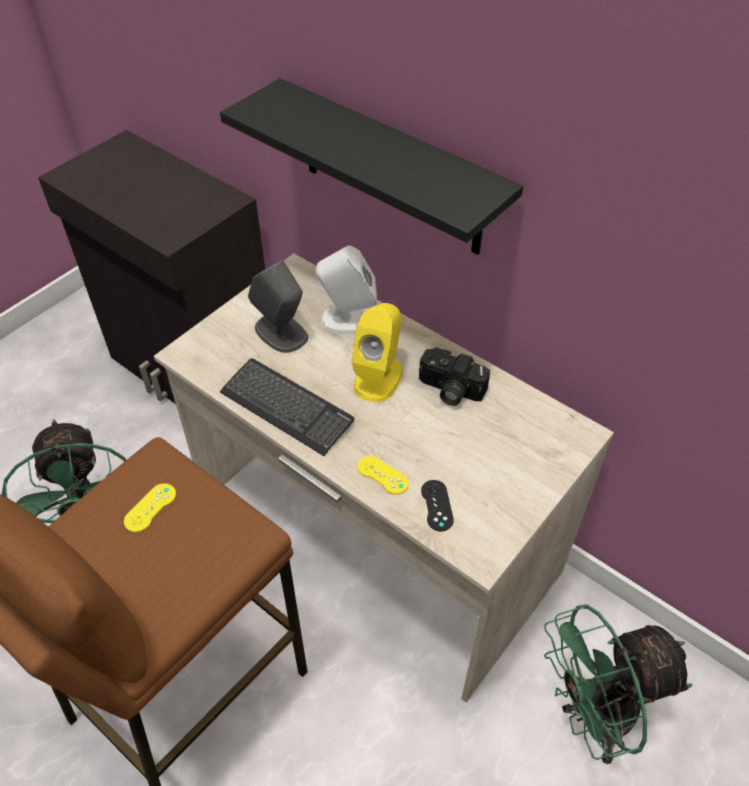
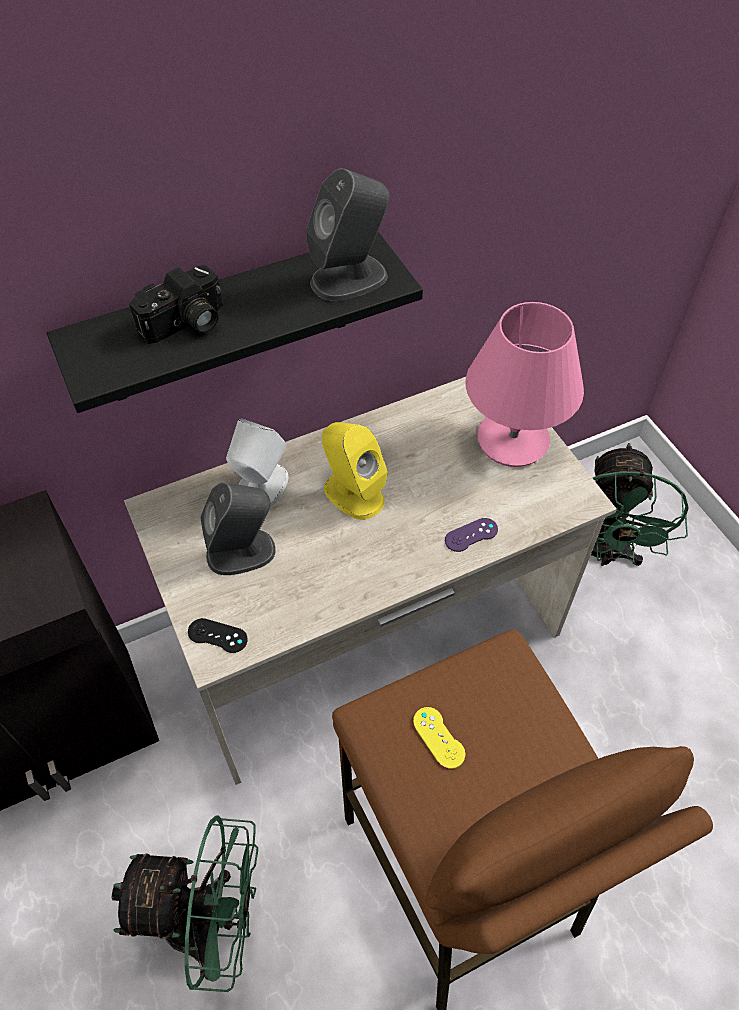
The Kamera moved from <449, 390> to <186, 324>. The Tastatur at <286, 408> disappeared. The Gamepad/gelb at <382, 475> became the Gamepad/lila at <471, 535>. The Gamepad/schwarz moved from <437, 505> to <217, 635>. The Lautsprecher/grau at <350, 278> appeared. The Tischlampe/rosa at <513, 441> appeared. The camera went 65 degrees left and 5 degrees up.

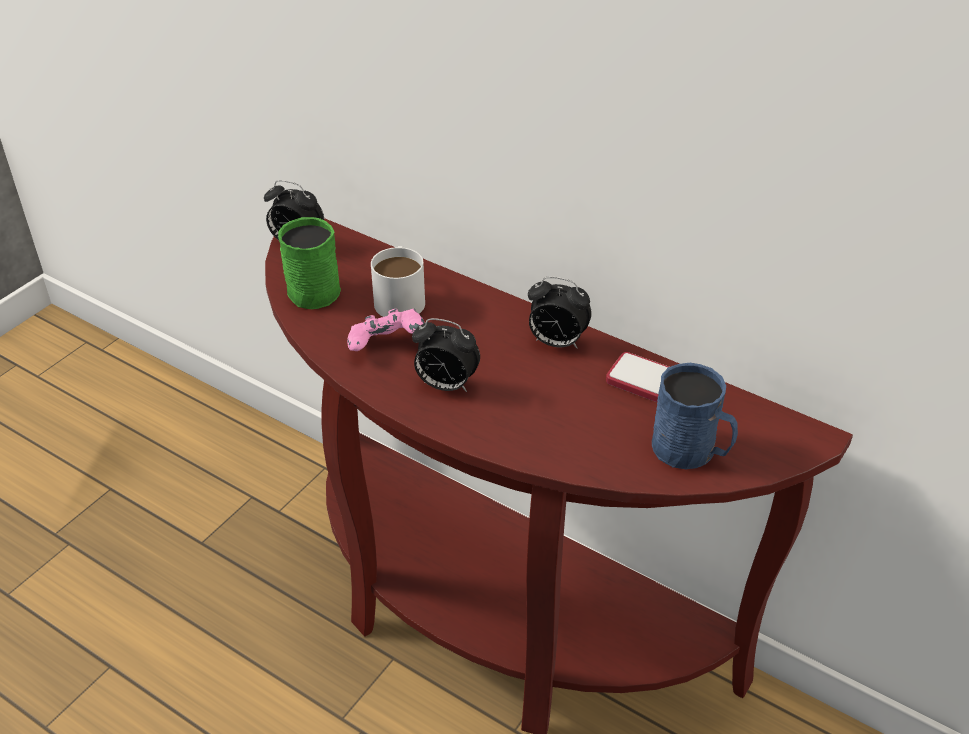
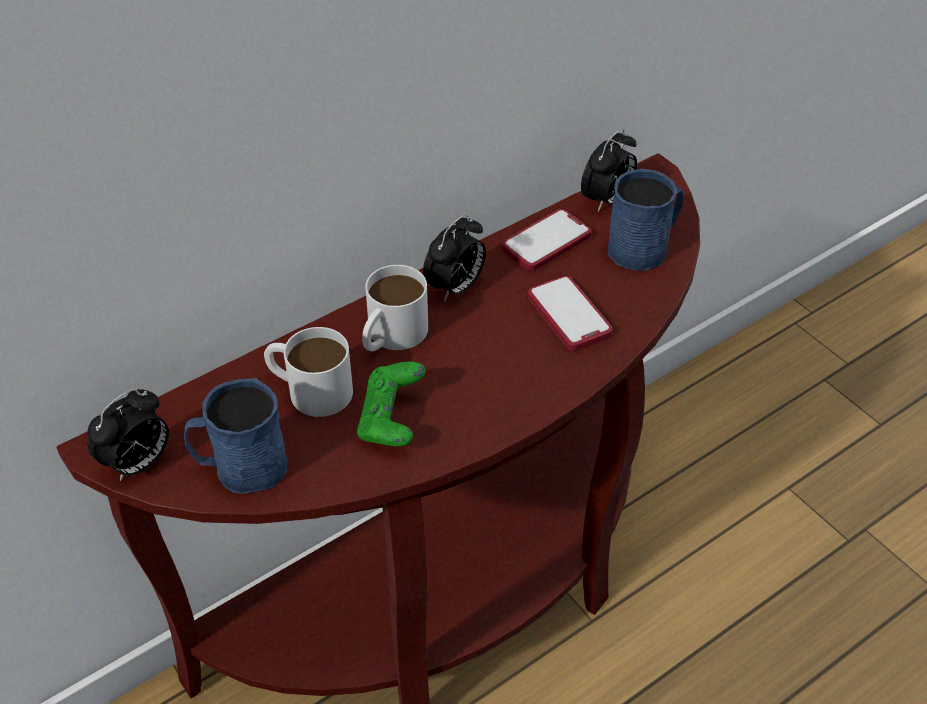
The Henkelbecher/grün at <310, 287> became the Henkelbecher/blau at <241, 468>. The Gamepad/rosa at <387, 346> became the Gamepad/grün at <392, 421>. The Wecker moved from <445, 385> to <606, 200>. The Henkelbecher/weiß at <391, 336> appeared. The Handy at <569, 315> appeared. The camera went 70 degrees left and 5 degrees up.

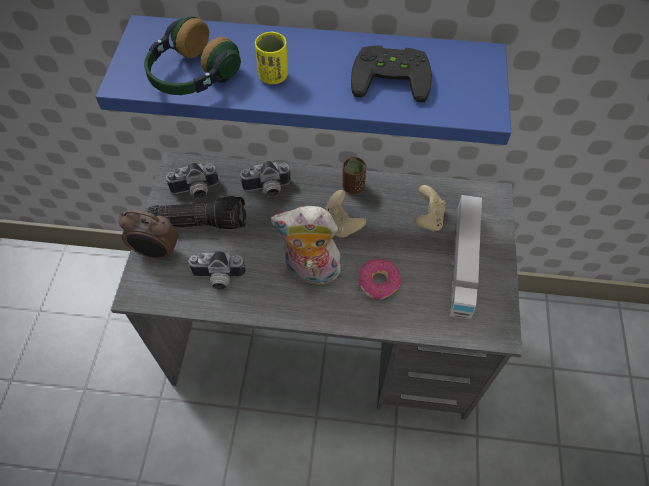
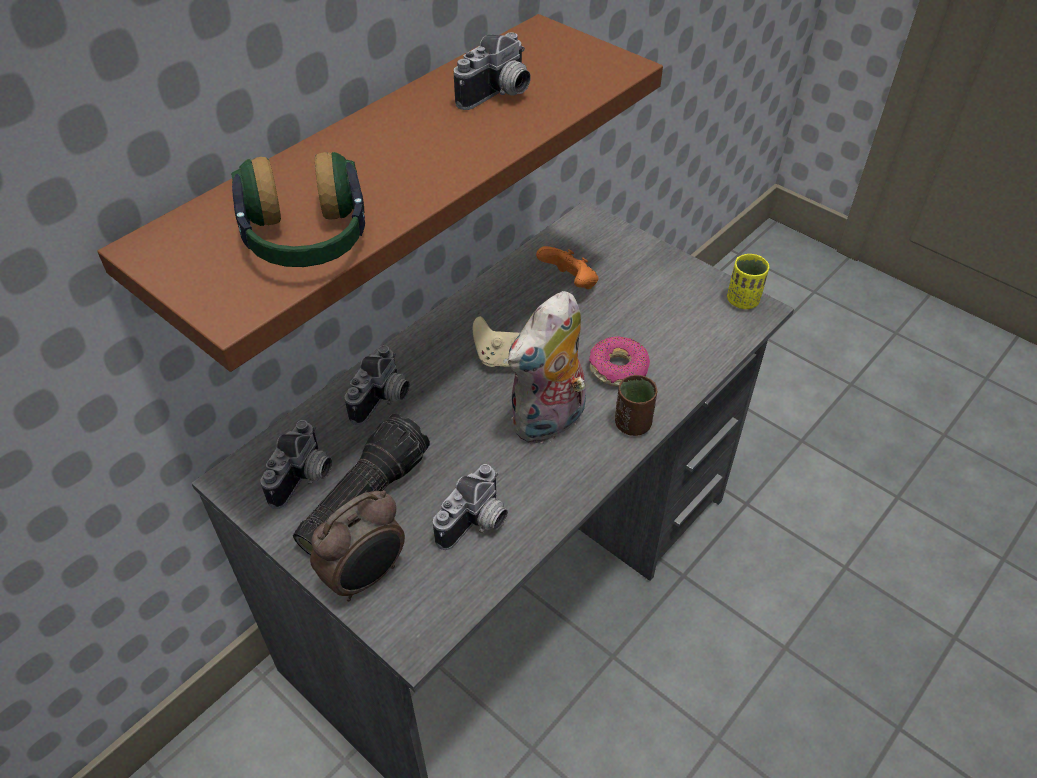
The Wandregal/blau at <315, 66> became the Wandregal/braun at <361, 175>. The Tasse/gelb moved from <273, 76> to <743, 300>. The Gamepad/schwarz at <391, 75> was replaced by the Kamera at <499, 95>. The Tasse/braun moved from <353, 186> to <632, 424>. The Gamepad/beige at <428, 219> became the Gamepad/orange at <569, 283>. The Spielzeuglaster at <462, 263> disappeared. The camera went 55 degrees left and 10 degrees down.

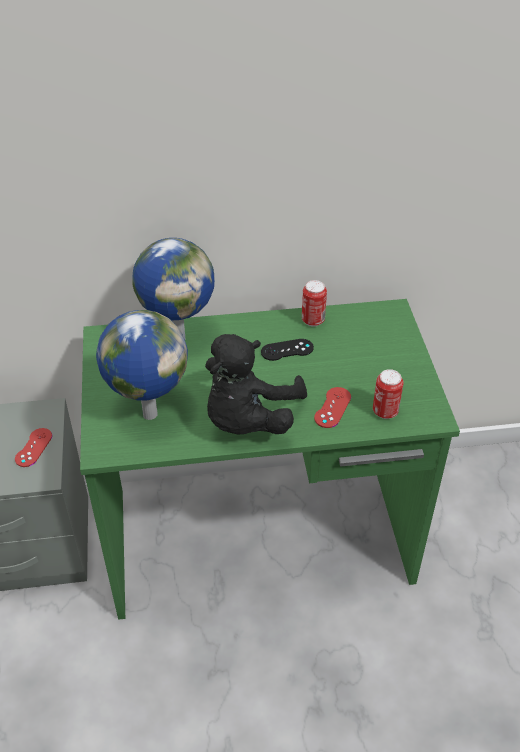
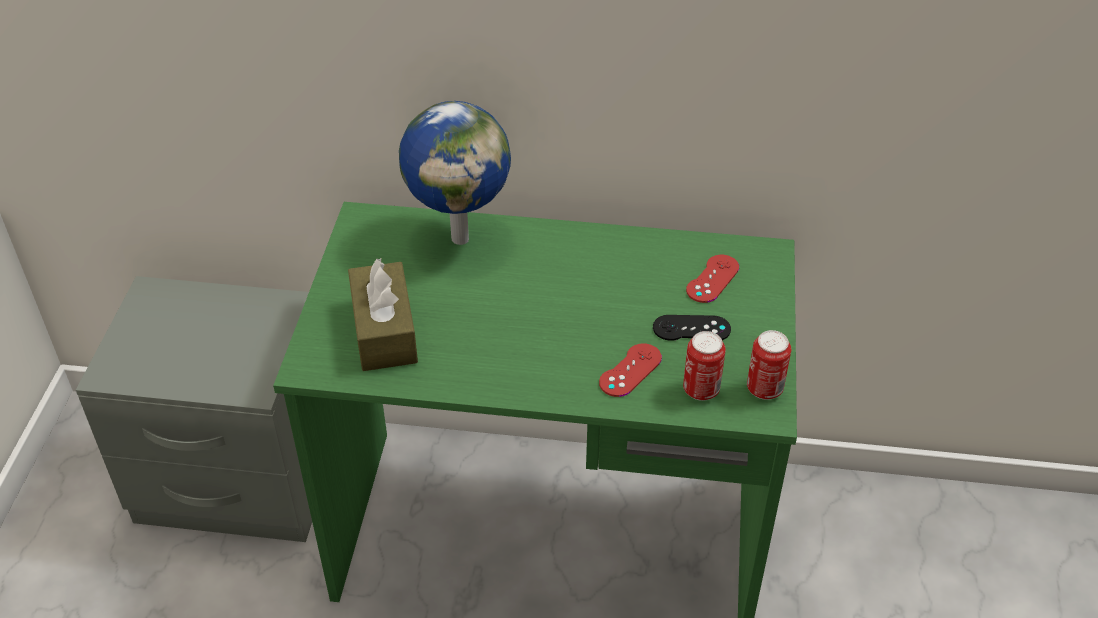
The Dose moved from <313, 320> to <764, 389>. The Globus at <148, 414> was replaced by the Taschentuchbox/braun at <384, 331>. The Plüschtier/schwarz at <248, 419> disappeared. The Gamepad/schwarz moved from <287, 350> to <691, 328>. The Gamepad/rot moved from <33, 447> to <712, 279>. The camera went 15 degrees right and 0 degrees up.

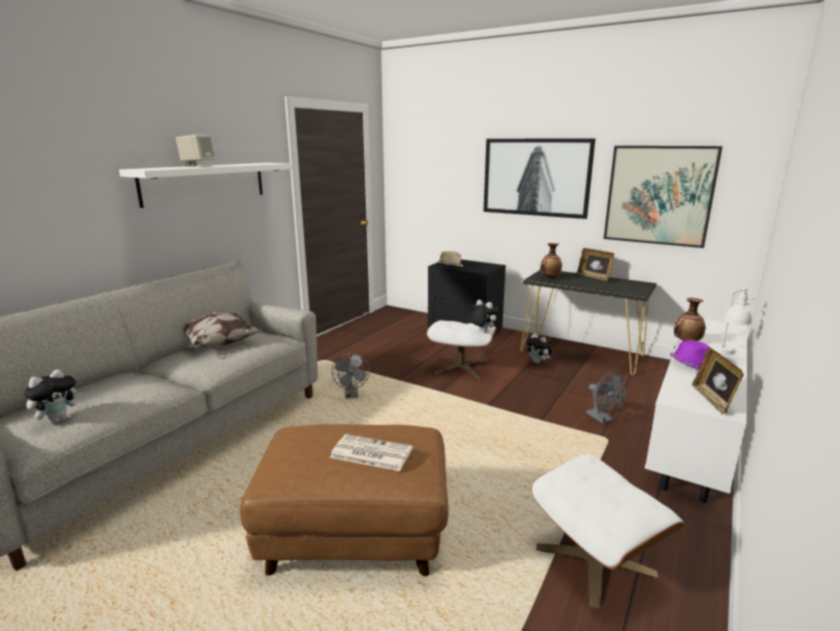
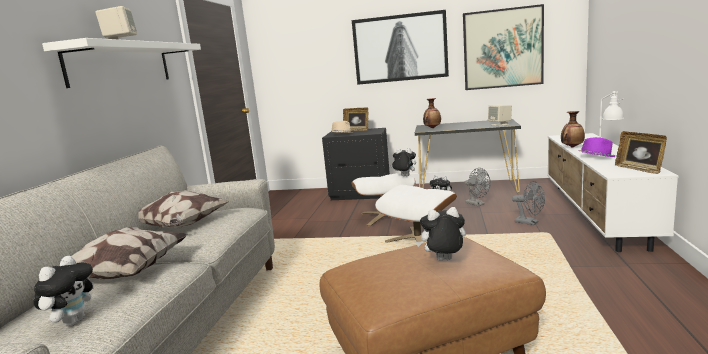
The Bilderrahmen moved from <594, 277> to <356, 130>. The Ventilator/grau moved from <352, 395> to <477, 204>. The Zeitung at <370, 453> was replaced by the Plüschtier at <443, 261>. The Polsterhocker/weiß moved from <595, 561> to <418, 238>. The Lautsprecher/beige at <500, 124> appeared. The Kissen at <123, 274> appeared. The camera went 20 degrees left and 5 degrees down.

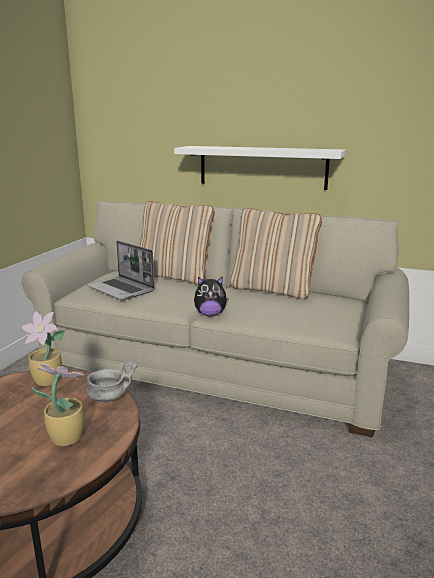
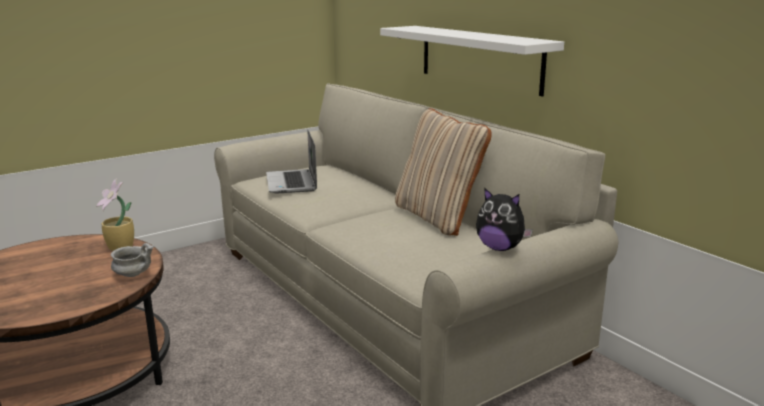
The Kissen/beige at <174, 276> disappeared. The Plüschtier moved from <210, 314> to <500, 248>. The Topfpflanze at <65, 437> disappeared. The camera went 35 degrees right and 0 degrees up.

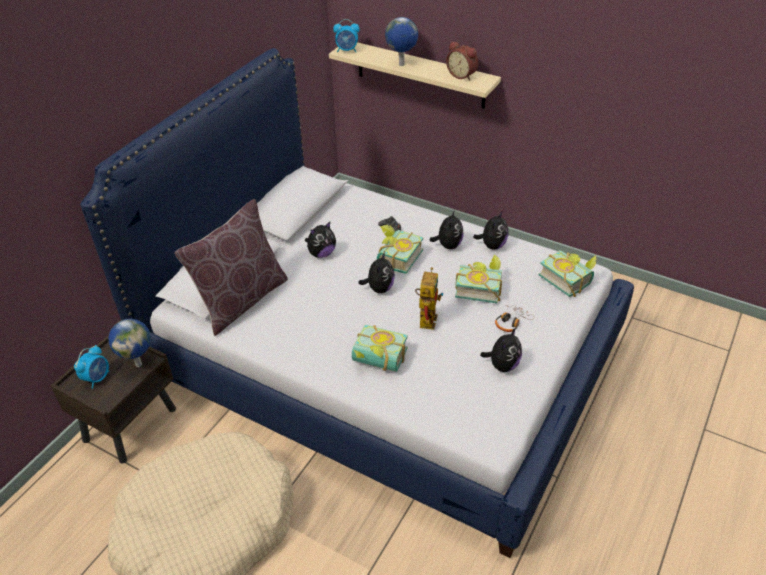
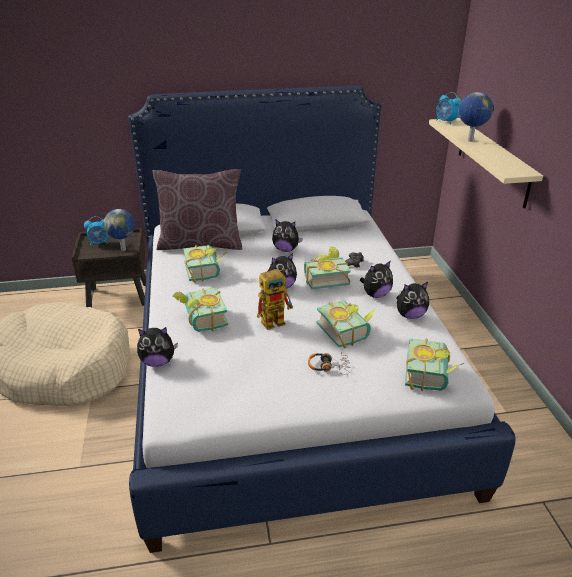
The Wecker at <462, 75> disappeared. The Plüschtier moved from <502, 365> to <158, 362>. The Buch at <206, 271> appeared. The camera went 50 degrees right and 10 degrees down.

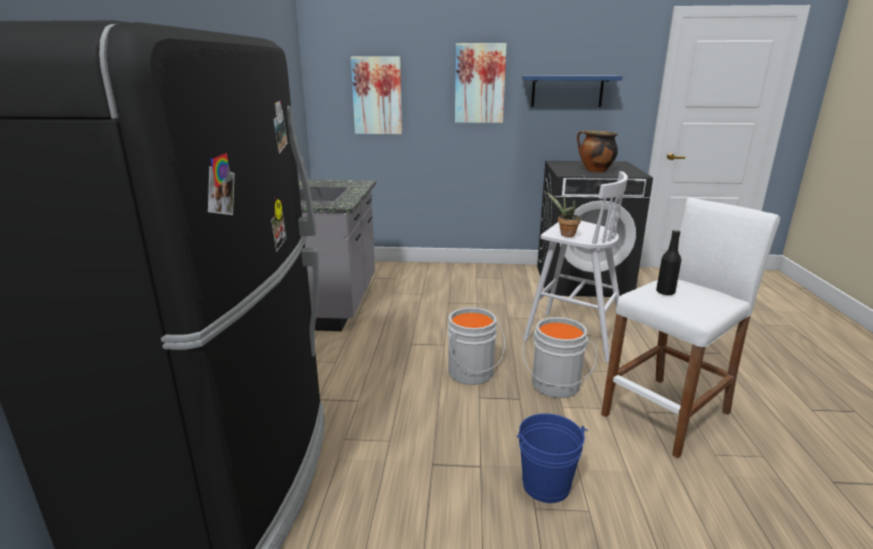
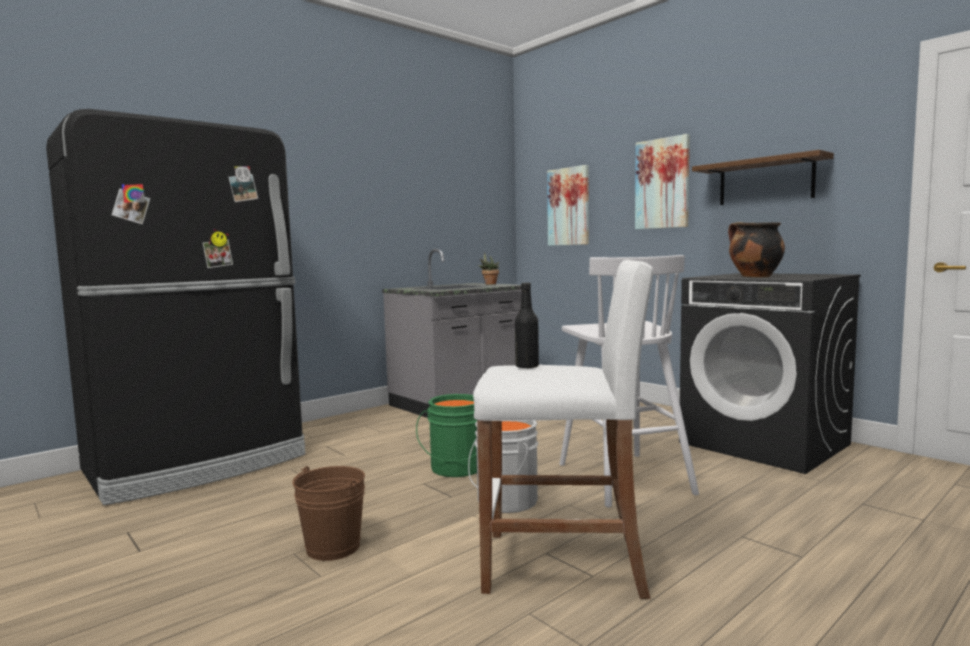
The Wandregal/blau at <567, 91> became the Wandregal/braun at <765, 181>. The Topfpflanze moved from <565, 235> to <489, 284>. The Eimer/grau at <472, 373> became the Eimer/grün at <456, 469>. The Eimer/blau at <545, 485> became the Eimer/braun at <333, 547>. The camera went 45 degrees right and 15 degrees down.

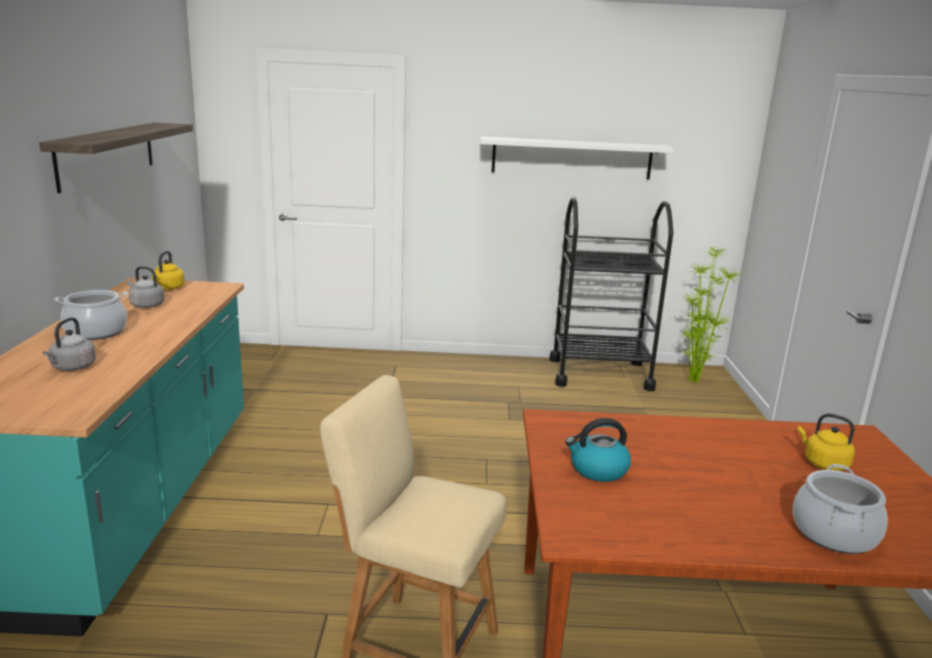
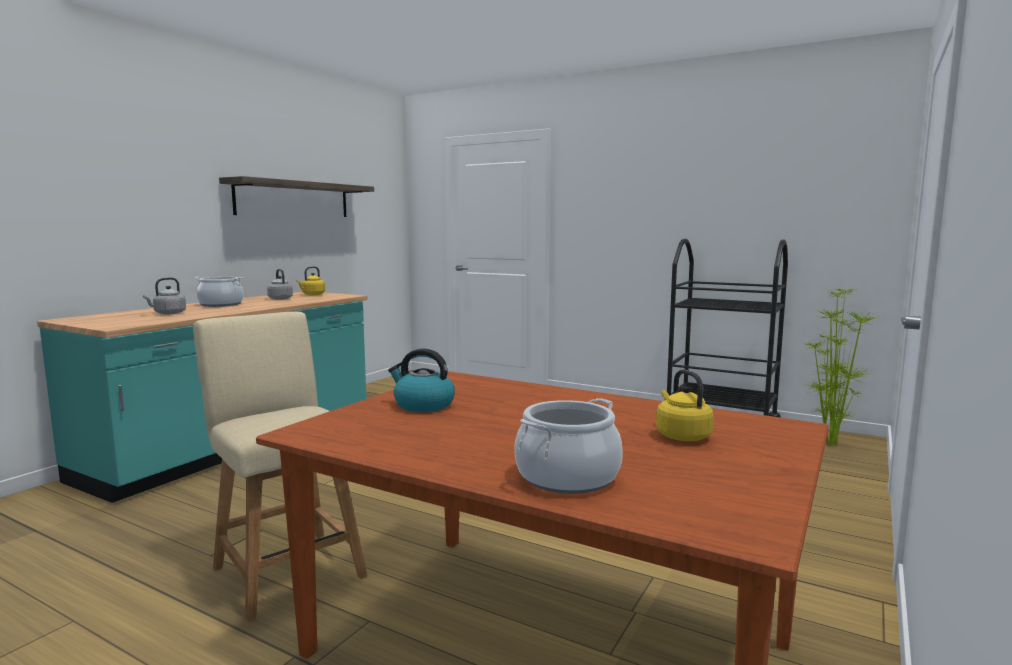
The Wandregal/weiß at <571, 158> disappeared. The camera went 30 degrees right and 10 degrees down.

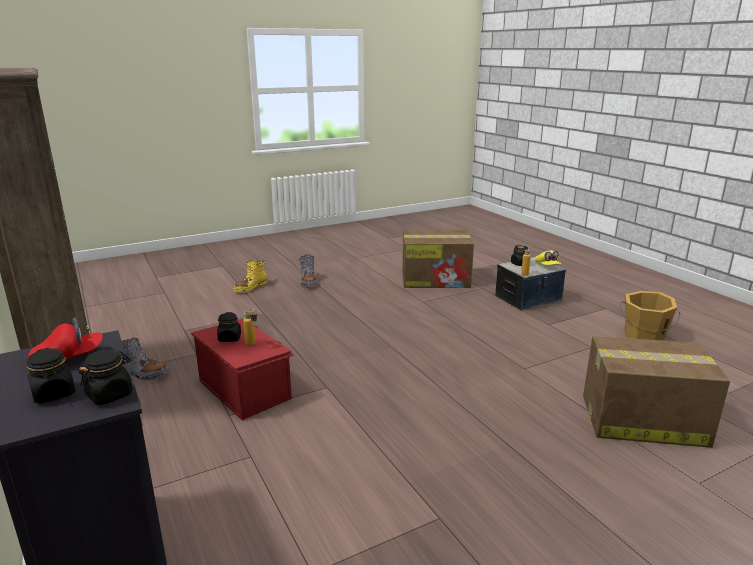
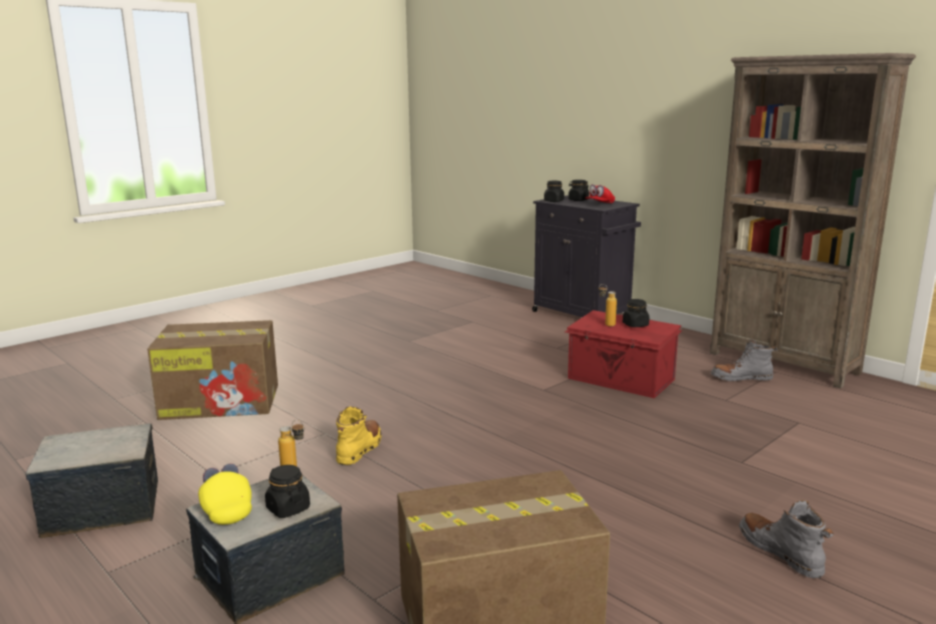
The Stiefel/gelb moved from <250, 287> to <360, 449>. The Eimer/orange at <643, 336> was replaced by the Aufbewahrungsbox at <102, 508>. The camera went 165 degrees right and 5 degrees down.

